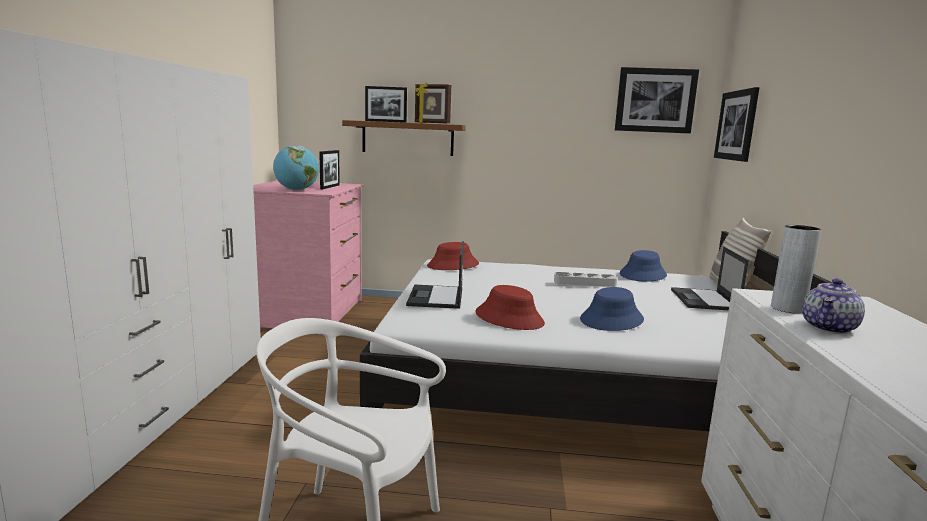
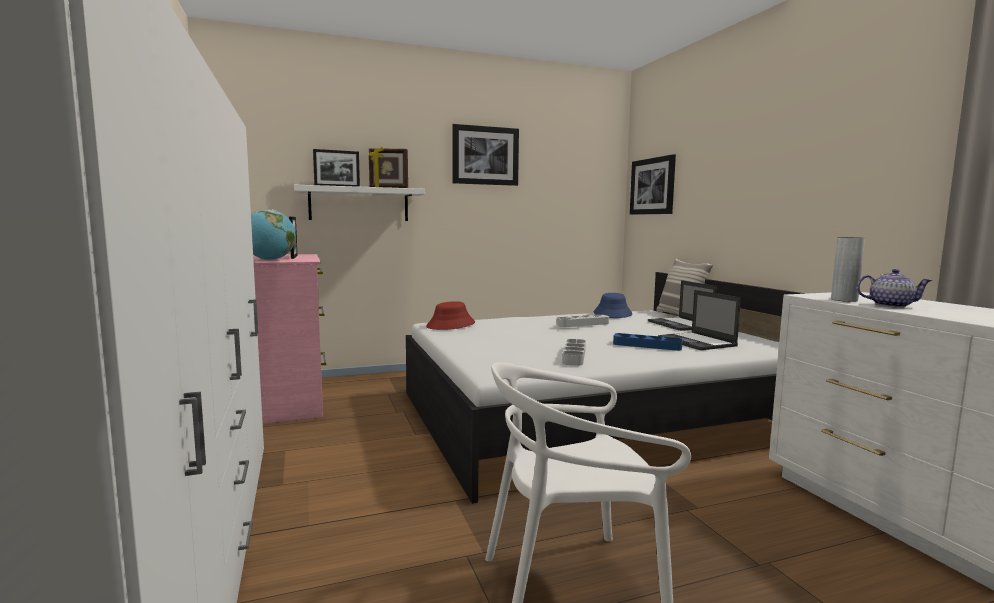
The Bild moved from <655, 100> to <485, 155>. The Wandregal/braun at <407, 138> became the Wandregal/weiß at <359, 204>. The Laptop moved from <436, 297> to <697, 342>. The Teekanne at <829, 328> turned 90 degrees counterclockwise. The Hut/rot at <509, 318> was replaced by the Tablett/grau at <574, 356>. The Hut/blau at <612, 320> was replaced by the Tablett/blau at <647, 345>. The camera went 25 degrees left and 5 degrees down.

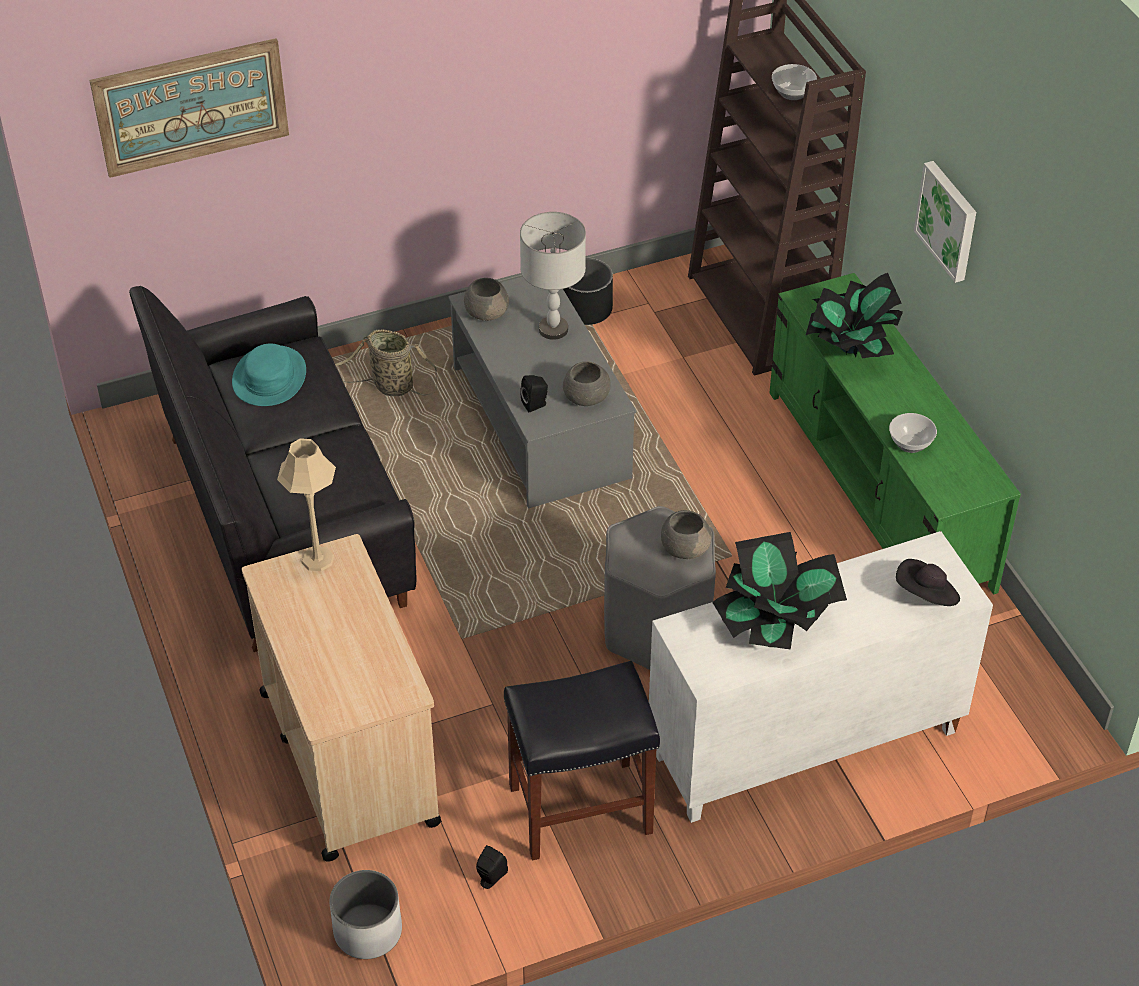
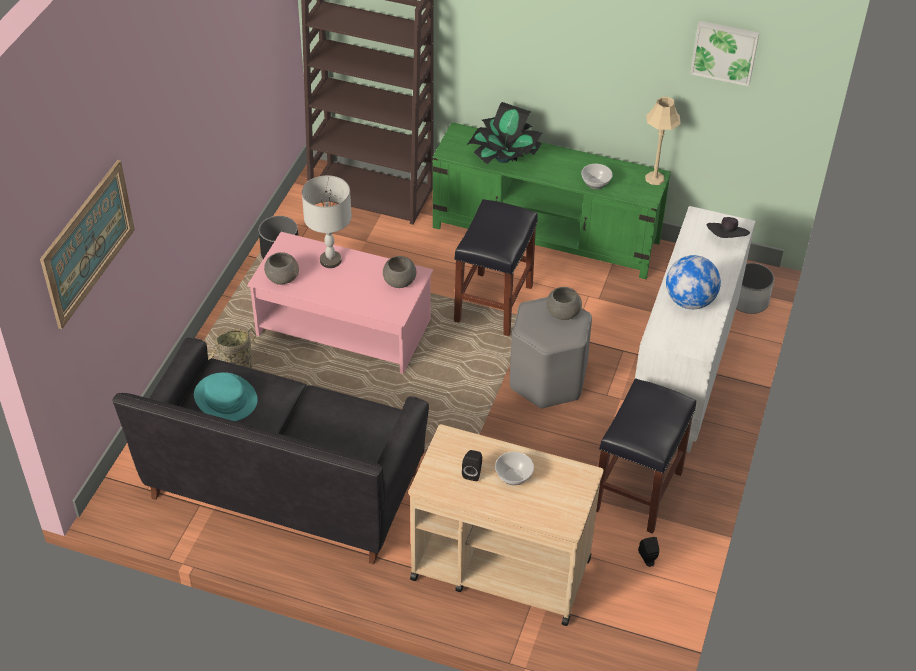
The Schüssel moved from <792, 92> to <513, 476>. The Bild moved from <948, 220> to <725, 51>. The Couchtisch/grau at <540, 421> became the Couchtisch/rosa at <342, 327>. The Lautsprecher/schwarz moved from <536, 404> to <472, 472>. The Tischlampe/beige moved from <318, 559> to <655, 178>. The Topfpflanze at <775, 623> was replaced by the Globus at <689, 301>. The Pflanzkübel/weiß moved from <367, 931> to <748, 301>. The Hocker/schwarz at <493, 303> appeared. The camera went 50 degrees left and 0 degrees up.

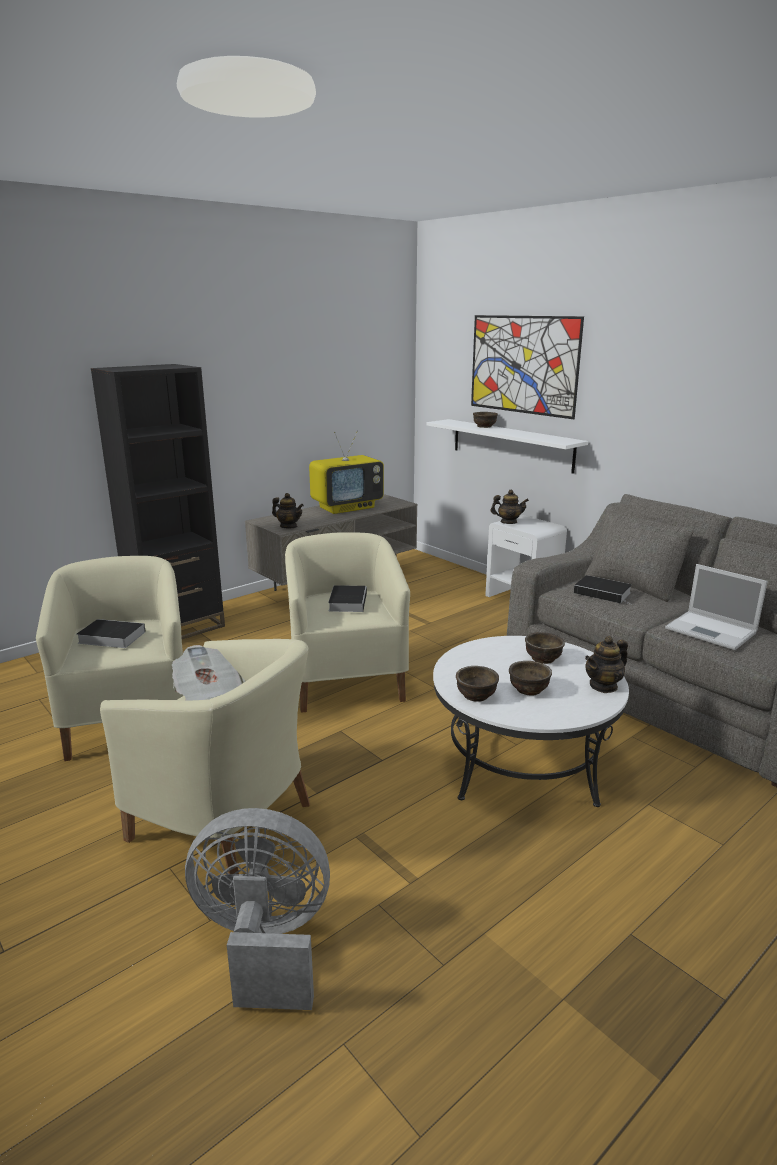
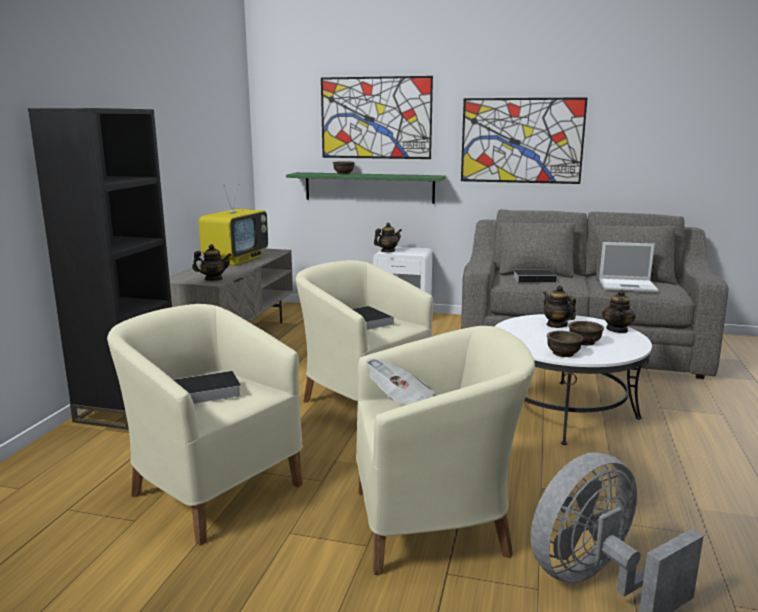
The Wandregal/weiß at <511, 445> became the Wandregal/grün at <369, 187>. The Schüssel/braun at <542, 658> was replaced by the Teekanne at <556, 325>. The Bild at <521, 140> appeared. The camera went 35 degrees left and 5 degrees down.

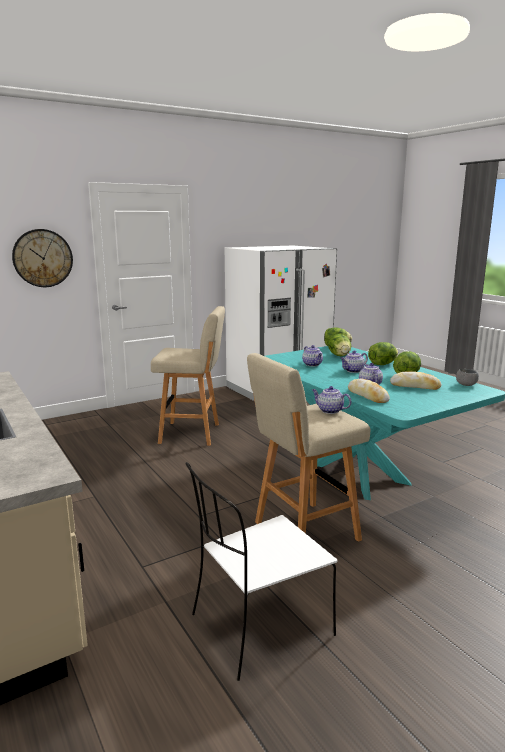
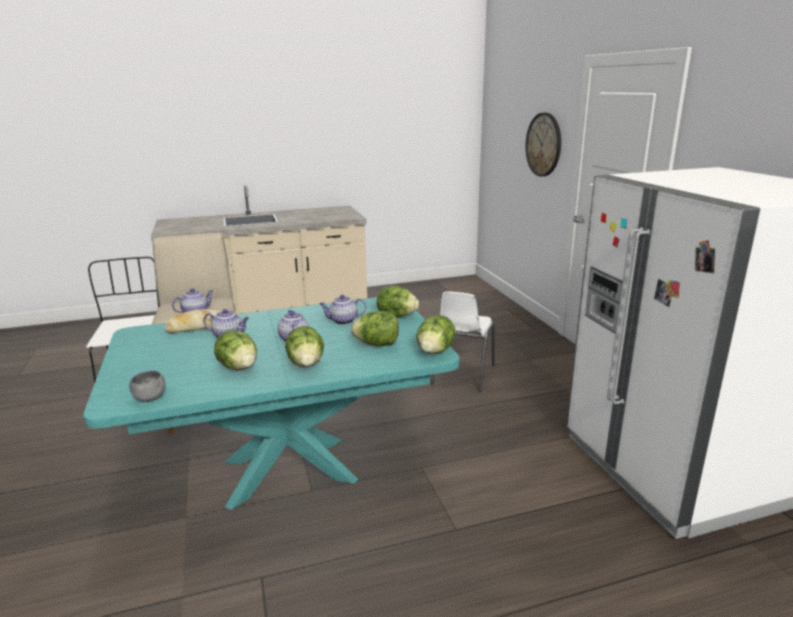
The Hocker/beige at <192, 433> was replaced by the Stuhl/weiß at <462, 374>. The Brot at <415, 386> disappeared. The Salatkopf at <396, 316> appeared. The camera went 105 degrees right and 5 degrees up.

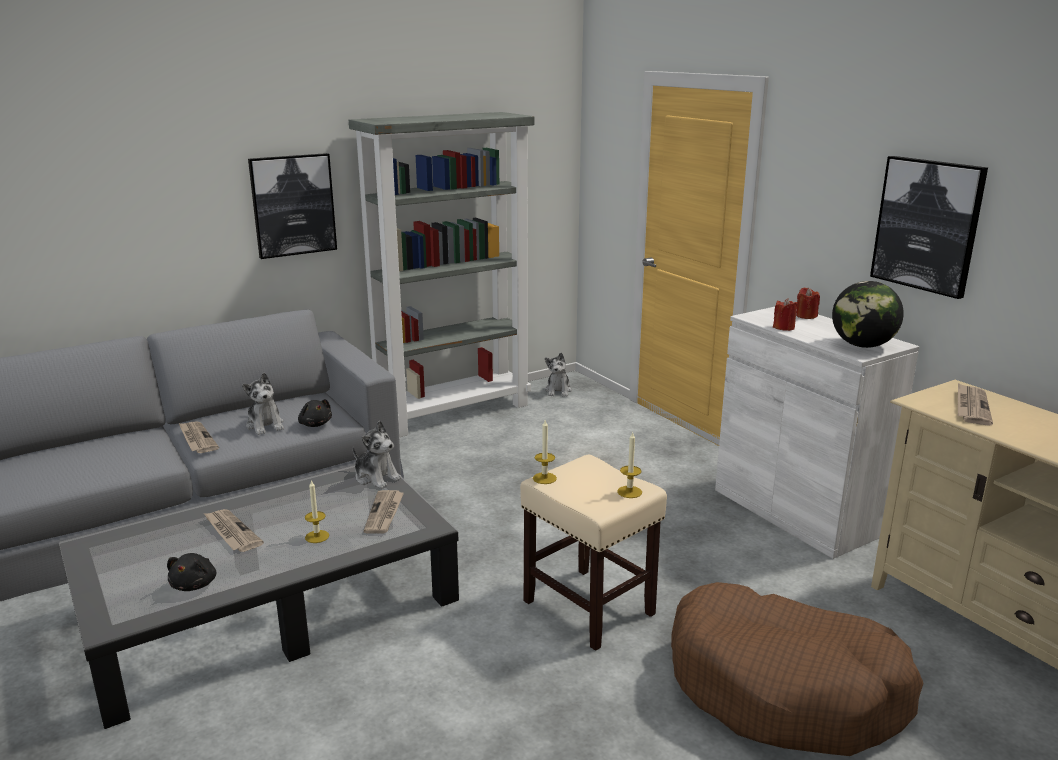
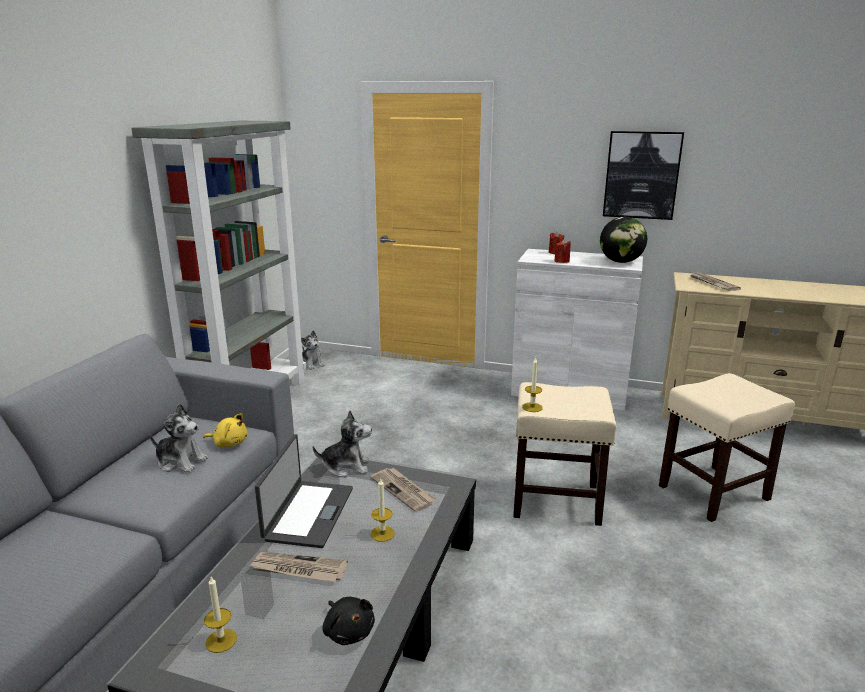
The Bild at <293, 205> disappeared. The Plüschtier/schwarz at <315, 424> became the Plüschtier/gelb at <229, 443>. The Zeitung at <197, 439> disappeared. The Kerze moved from <629, 492> to <221, 640>. The Hundebett/braun at <785, 688> was replaced by the Hocker/beige at <712, 493>. The Laptop at <308, 513> appeared. The camera went 40 degrees left and 0 degrees up.

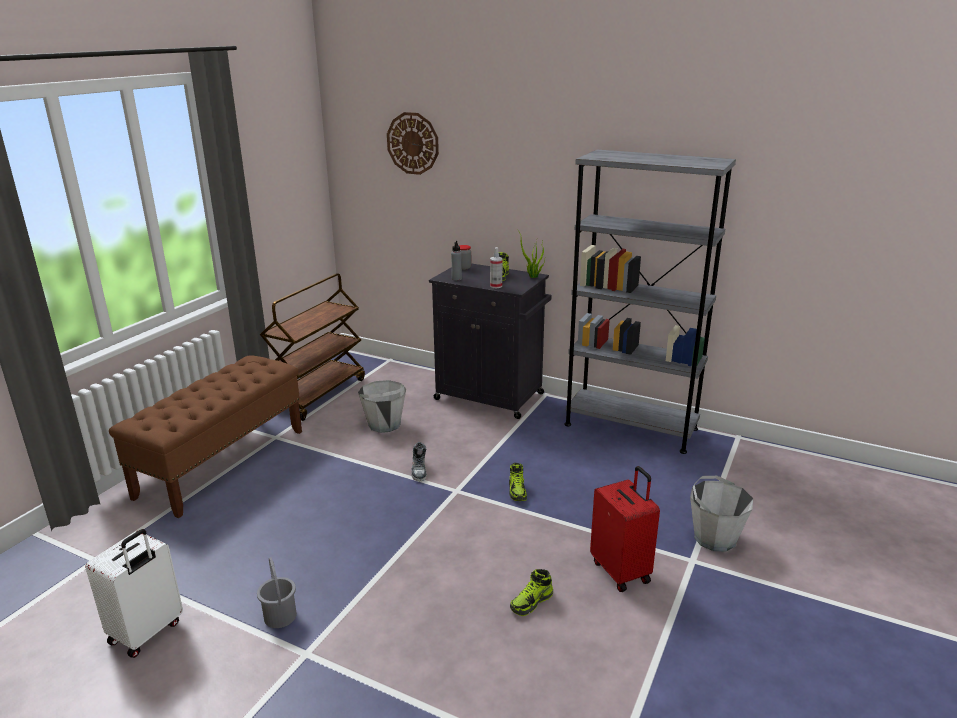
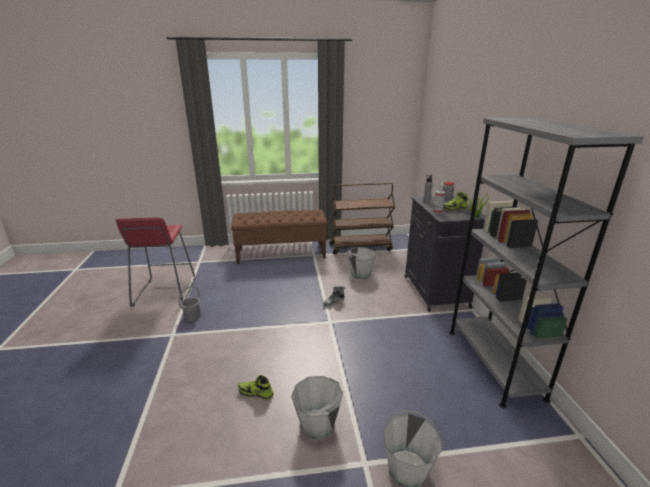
The Wanduhr at <413, 143> disappeared. The Schuh at <517, 491> disappeared. The Koffer/rot at <621, 571> was replaced by the Eimer/grau at <317, 425>. The Koffer/weiß at <147, 633> was replaced by the Hocker/rot at <165, 292>. The camera went 55 degrees right and 0 degrees up.

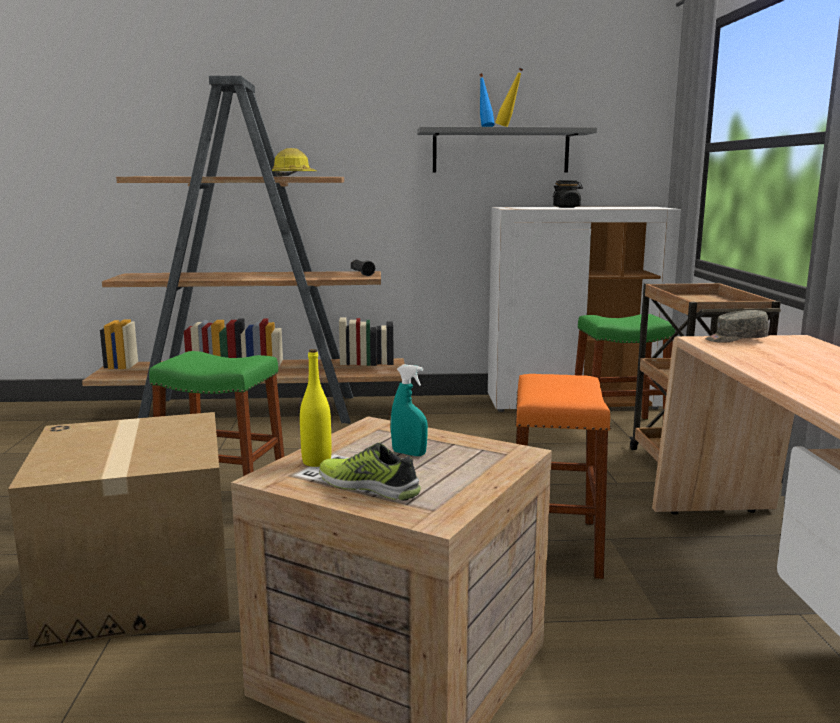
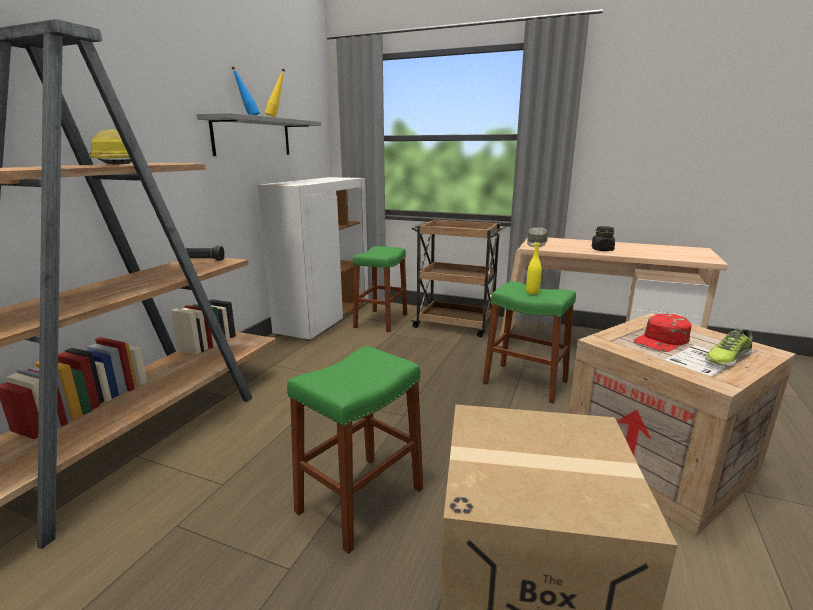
The Vorratsglas/schwarz moved from <566, 207> to <602, 250>. The Flasche/gelb moved from <316, 462> to <532, 292>. The Sprühflasche/türkis at <409, 453> was replaced by the Kappe/rot at <662, 341>. The Hocker/orange at <553, 545> became the Hocker/grün at <525, 382>. The camera went 65 degrees left and 5 degrees up.

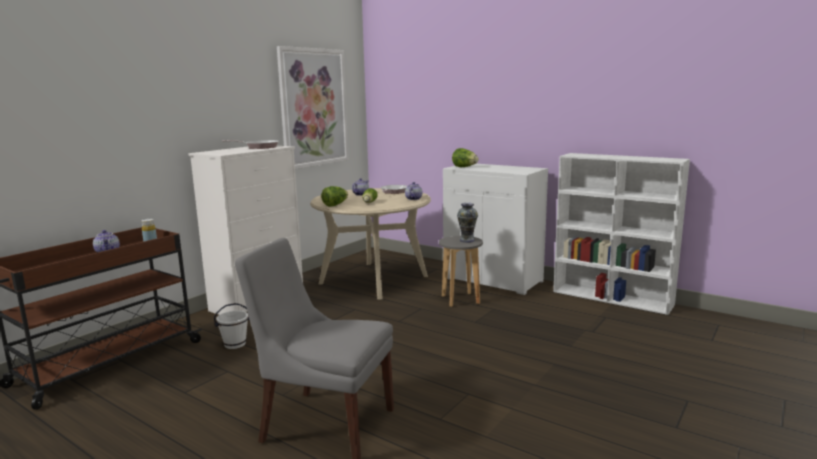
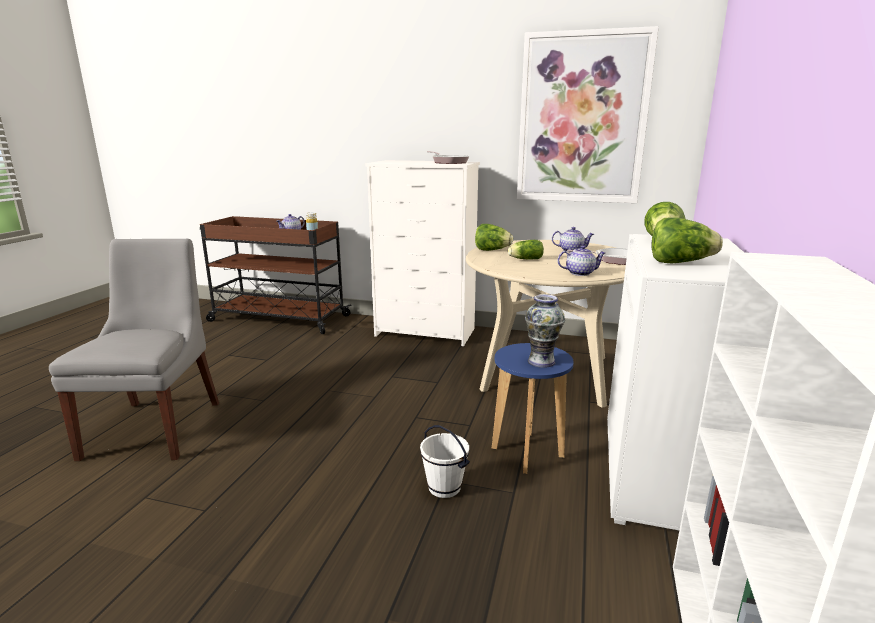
The Hocker/grau at <460, 300> became the Hocker/blau at <527, 453>. The Eimer/weiß moved from <235, 344> to <445, 487>. The Salatkopf at <679, 263> appeared. The camera went 70 degrees right and 5 degrees up.

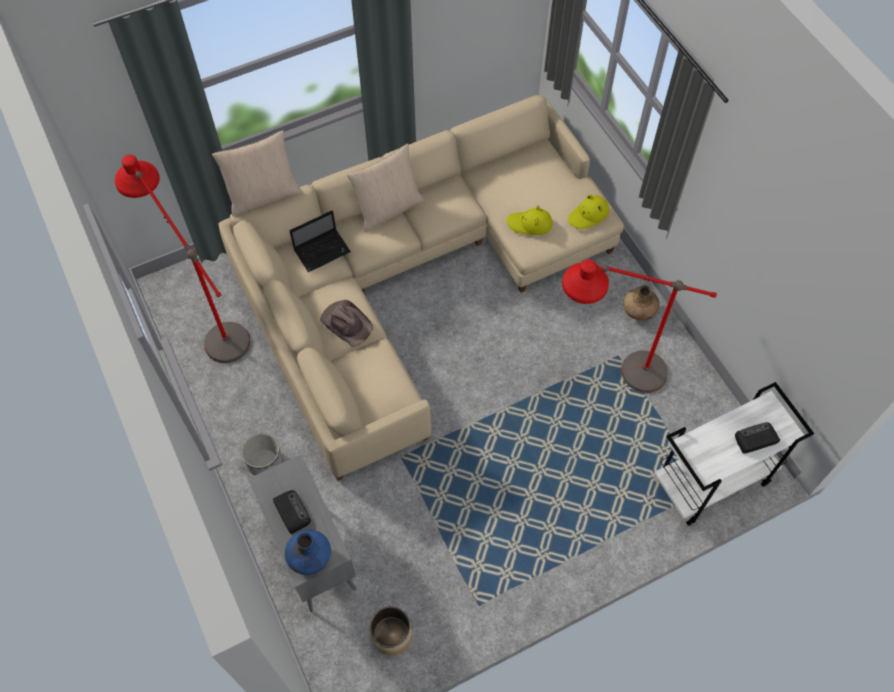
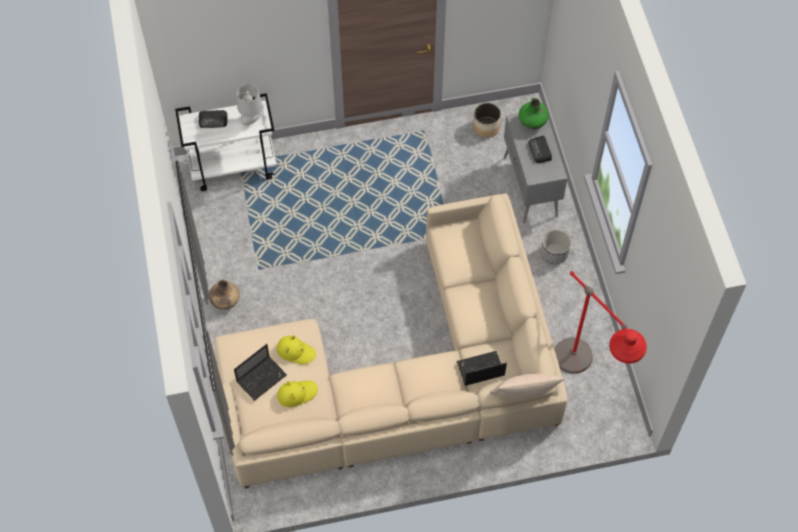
The Kissen/beige at <388, 209> disappeared. The Hut/gelb moved from <588, 215> to <297, 393>. The Stehlampe/rot at <611, 376> disappeared. The Hut/braun at <346, 323> disappeared. The Vase/blau at <310, 558> became the Vase/grün at <532, 122>. The Tischlampe/grau at <251, 119> appeared. The Laptop at <262, 377> appeared. The camera went 165 degrees left and 0 degrees up.

